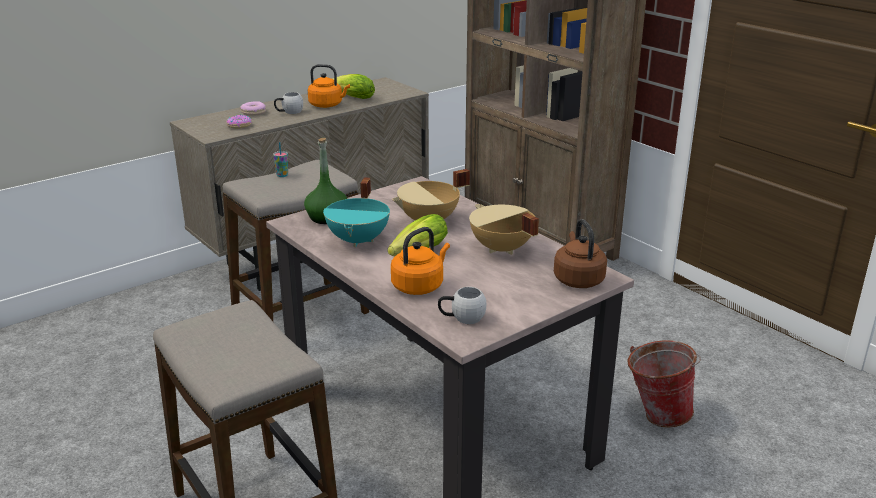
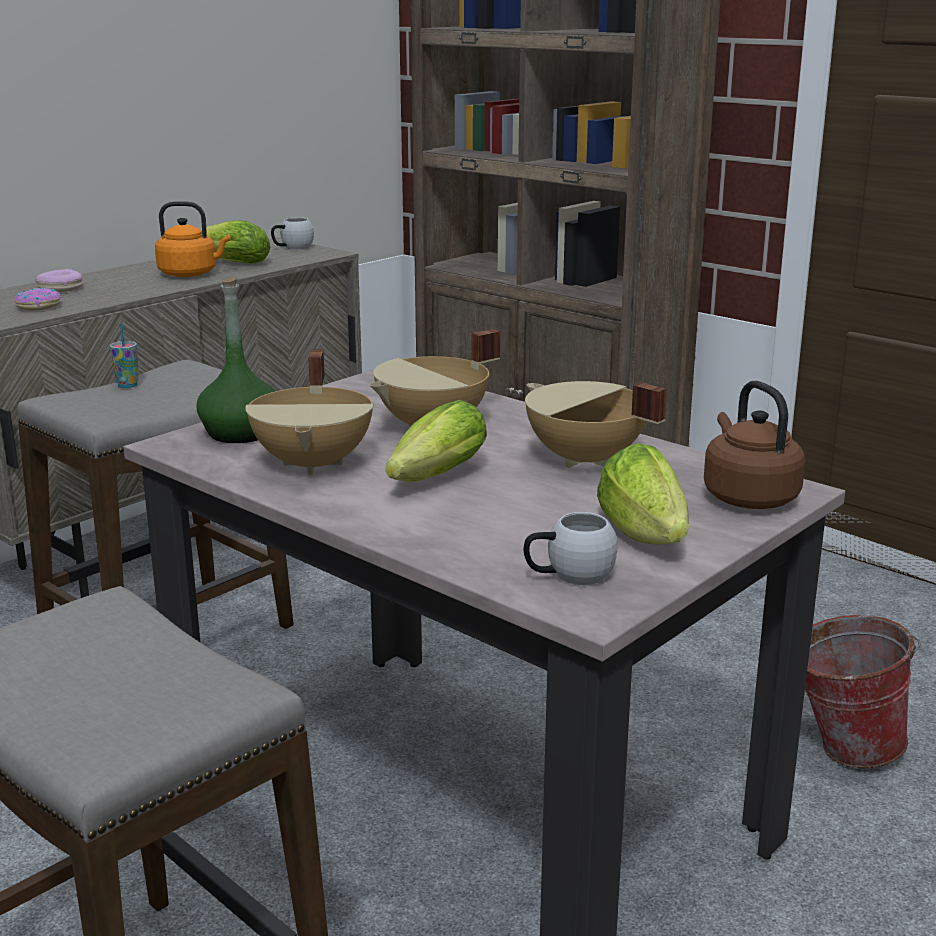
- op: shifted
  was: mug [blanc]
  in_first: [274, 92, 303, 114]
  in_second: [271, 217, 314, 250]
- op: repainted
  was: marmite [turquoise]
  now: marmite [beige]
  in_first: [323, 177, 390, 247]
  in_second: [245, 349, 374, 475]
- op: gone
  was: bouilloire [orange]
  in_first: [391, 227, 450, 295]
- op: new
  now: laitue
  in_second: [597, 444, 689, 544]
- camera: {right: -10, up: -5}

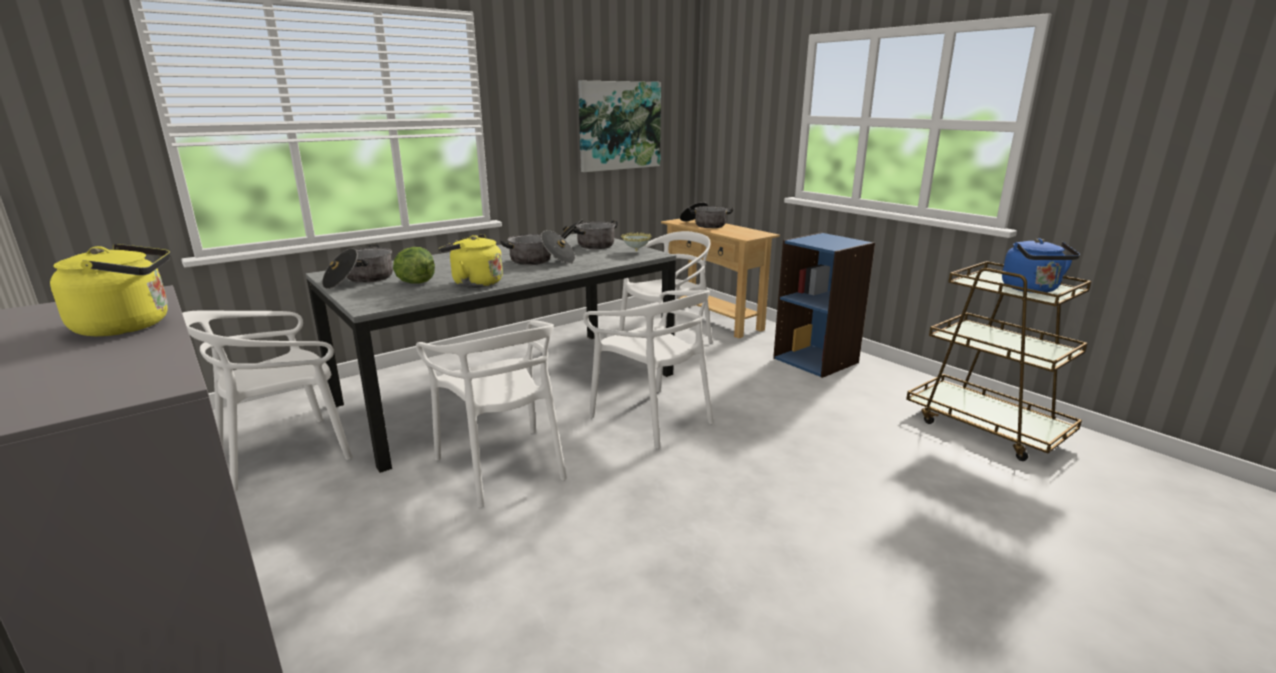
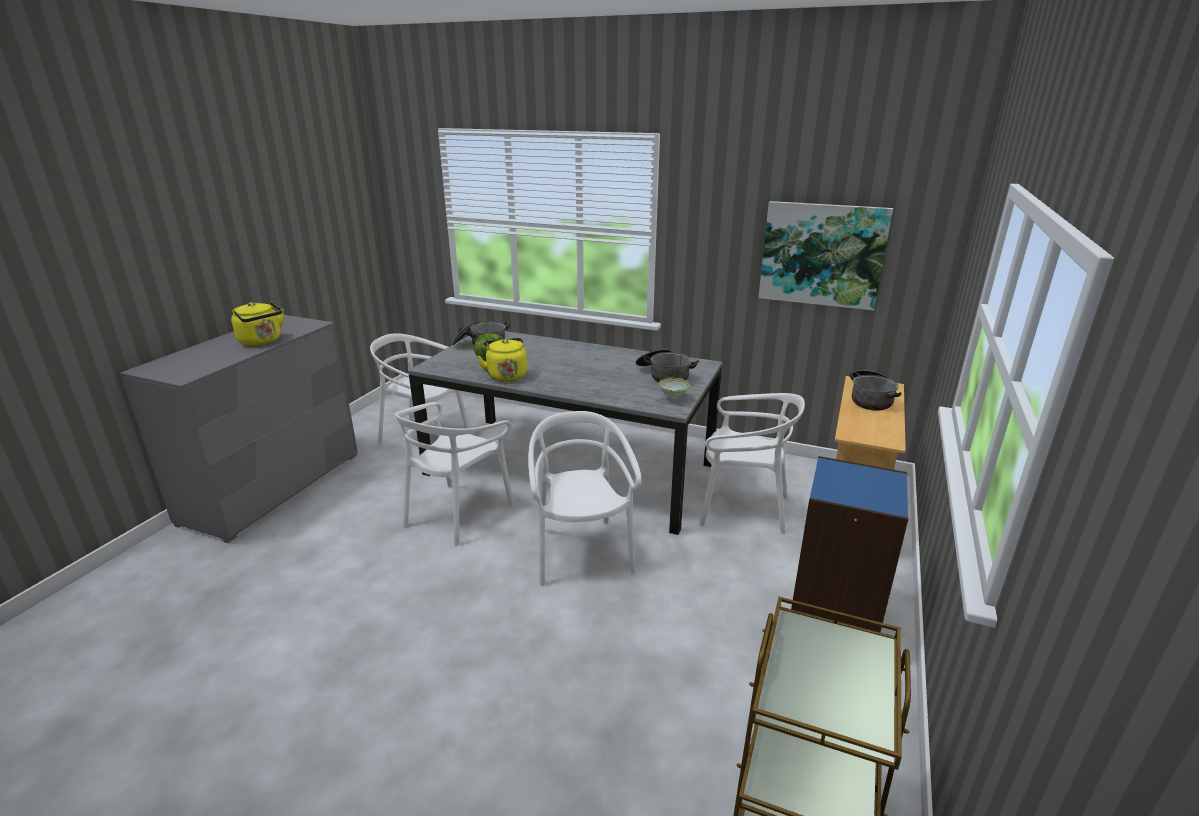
- op: gone
  was: marmite
  in_first: [500, 230, 575, 265]
- op: gone
  was: bouilloire [bleu]
  in_first: [1002, 238, 1080, 293]
- op: rotated
  was: chaise [blanc]
  in_first: [583, 290, 714, 449]
  in_second: [528, 411, 642, 586]
  clockwise: 150
- camera: {right: 60, up: 5}

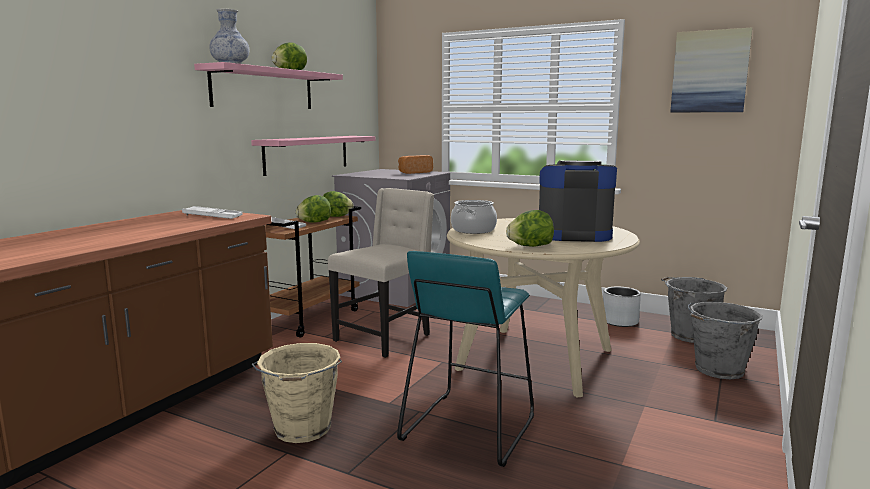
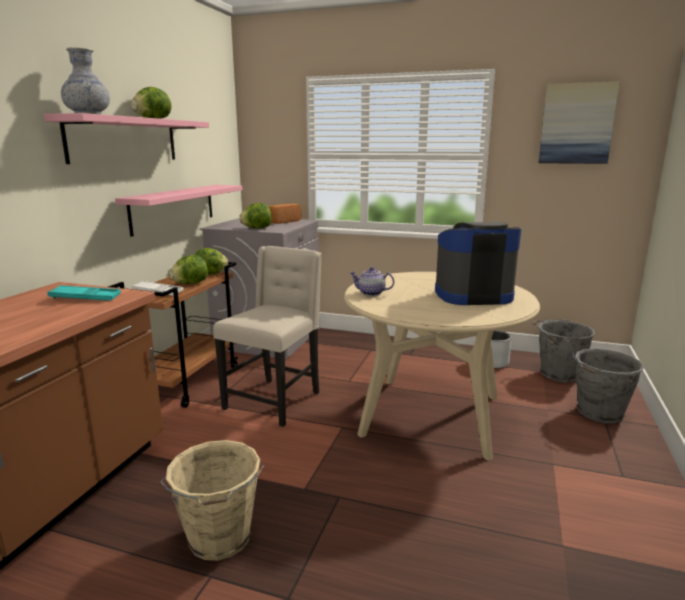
- op: swapped
  was: marmite
  now: théière
  in_first: [451, 200, 497, 234]
  in_second: [350, 267, 394, 296]
- op: repainted
  was: plateau [blanc]
  now: plateau [turquoise]
  in_first: [182, 206, 242, 219]
  in_second: [47, 285, 121, 300]
- op: shifted
  was: laitue
  in_first: [506, 210, 554, 247]
  in_second: [239, 203, 272, 228]
- op: gone
  was: tabouret [turquoise]
  in_first: [397, 251, 534, 467]
- camera: {right: -10, up: 5}

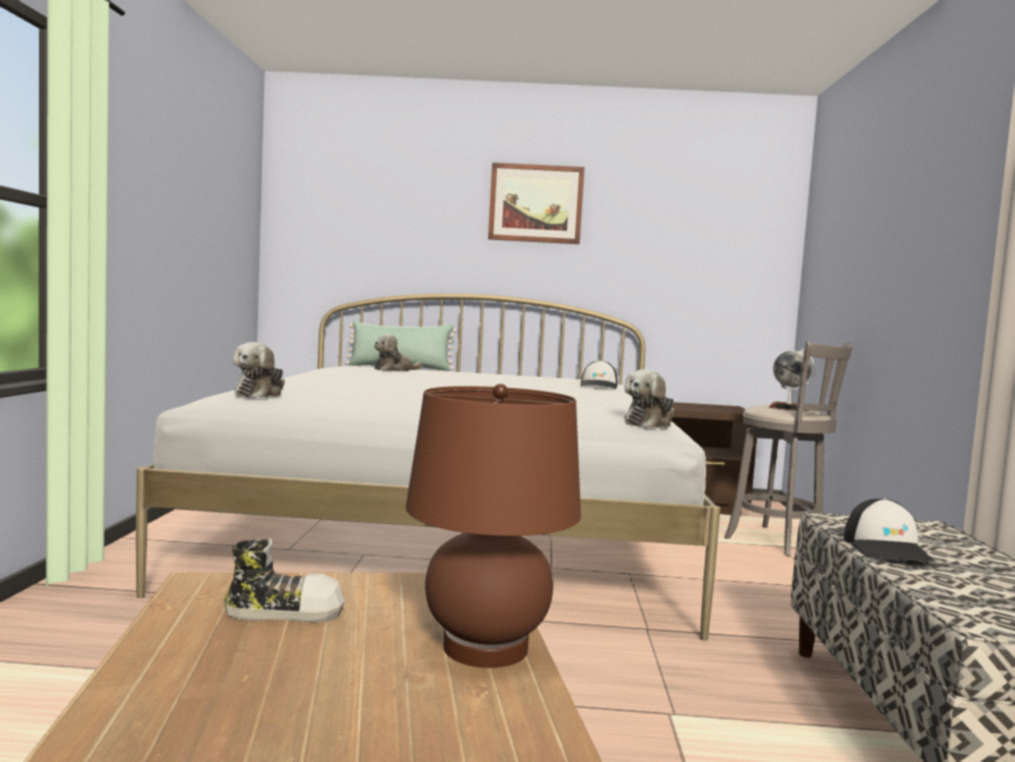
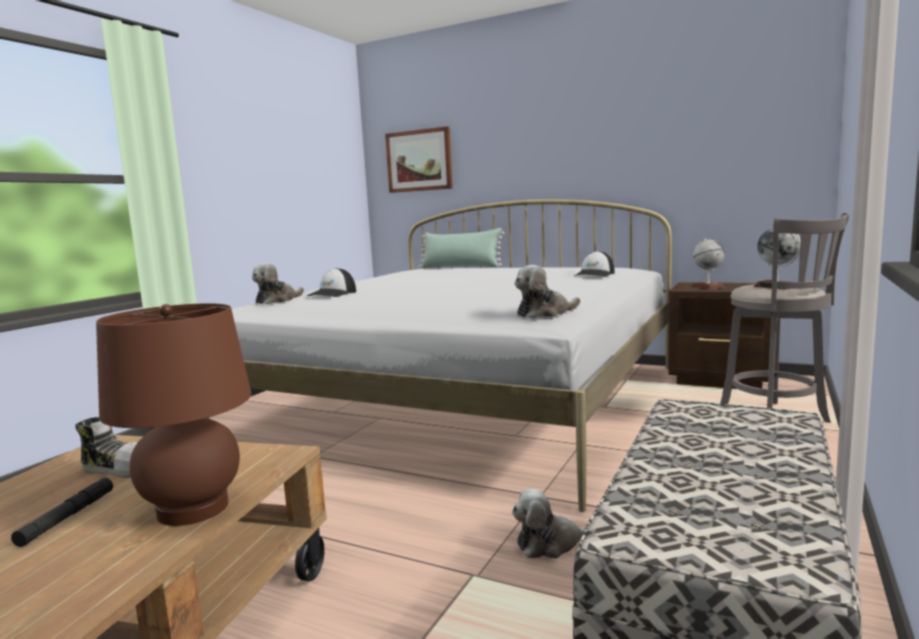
- op: shifted
  was: tableau
  in_first: [488, 163, 585, 244]
  in_second: [385, 126, 453, 193]
- op: shifted
  was: peluche
  in_first: [374, 334, 423, 371]
  in_second: [512, 489, 586, 559]
- op: shifted
  was: casquette
  in_first: [844, 498, 936, 562]
  in_second: [307, 268, 356, 297]
- op: new
  now: globe
  in_second: [691, 238, 725, 290]
- op: new
  now: lampe de poche [noir]
  in_second: [11, 478, 113, 547]
- camera: {right: 25, up: 5}

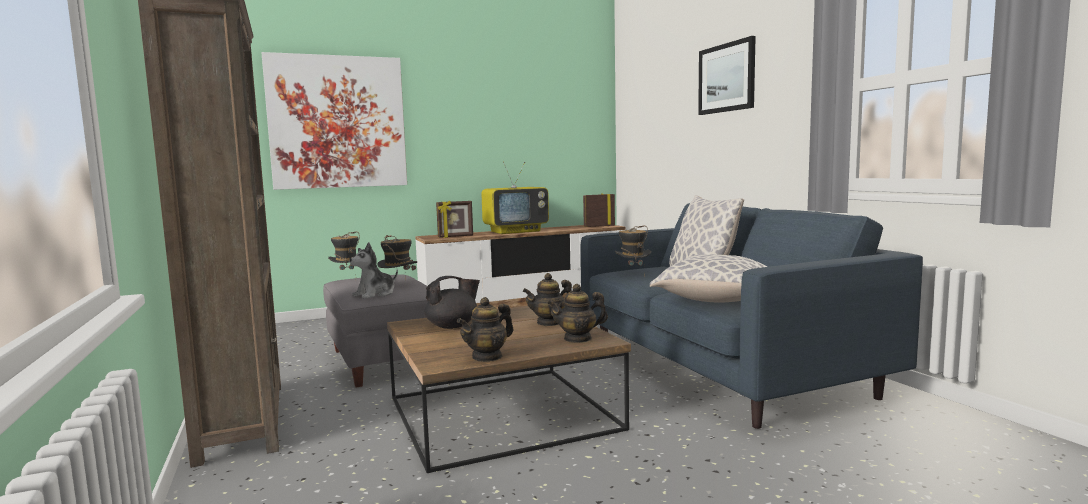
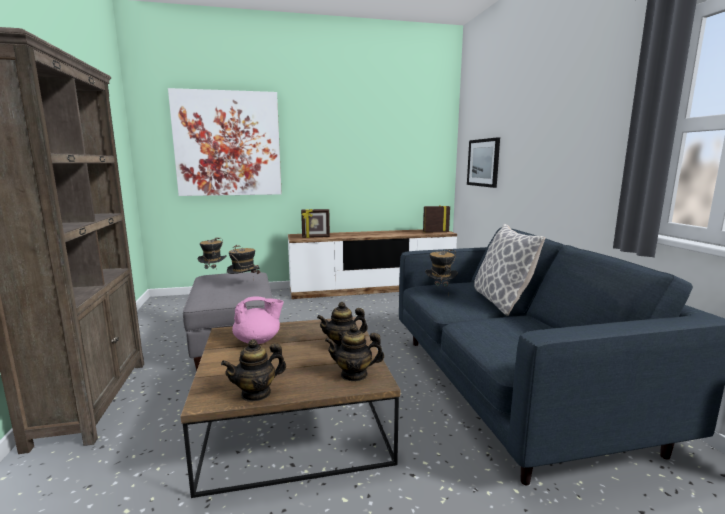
- op: shifted
  was: tableau
  in_first: [698, 36, 756, 115]
  in_second: [467, 137, 500, 188]
- op: gone
  was: téléviseur
  in_first: [481, 161, 549, 234]
- op: gone
  was: peluche
  in_first: [350, 242, 398, 299]
- op: gone
  was: coussin
  in_first: [650, 254, 767, 303]
- op: repainted
  was: théière [noir]
  now: théière [rose]
  in_first: [424, 276, 480, 329]
  in_second: [232, 296, 284, 344]
- camera: {right: 10, up: 5}

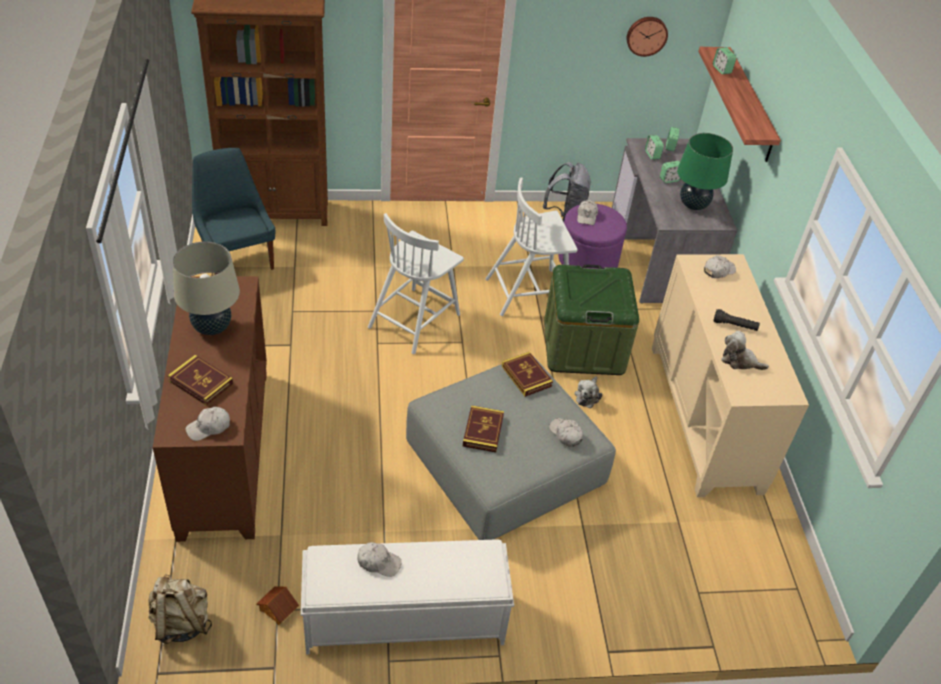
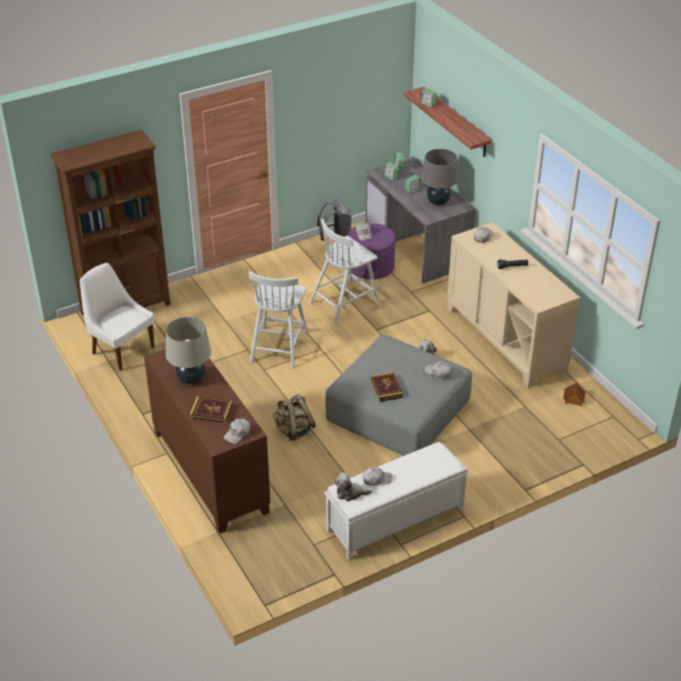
- op: gone
  was: horloge murale
  in_first: [627, 17, 668, 57]
- op: repainted
  was: lampe de table [vert]
  now: lampe de table [gris]
  in_first: [677, 133, 733, 210]
  in_second: [421, 149, 458, 205]
- op: repainted
  was: chaise [bleu]
  now: chaise [blanc]
  in_first: [192, 148, 275, 275]
  in_second: [80, 263, 154, 371]
- op: gone
  was: boîte de rangement [vert]
  in_first: [544, 264, 639, 375]
- op: shifted
  was: peluche
  in_first: [721, 331, 769, 370]
  in_second: [335, 473, 372, 502]
- op: gone
  was: livre
  in_first: [502, 352, 553, 397]
- op: shifted
  was: sac à dos [beige]
  in_first: [148, 574, 212, 644]
  in_second: [273, 393, 316, 441]
- op: shifted
  was: maison miniature
  in_first: [257, 586, 299, 625]
  in_second: [563, 383, 586, 406]
- camera: {right: -20, up: -5}

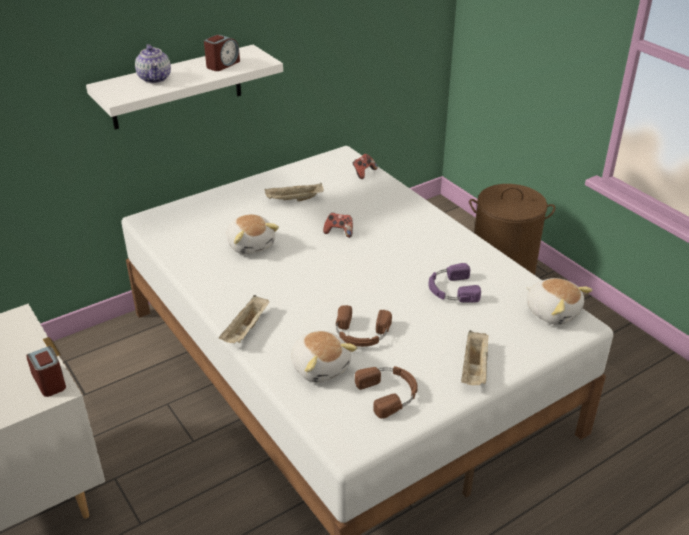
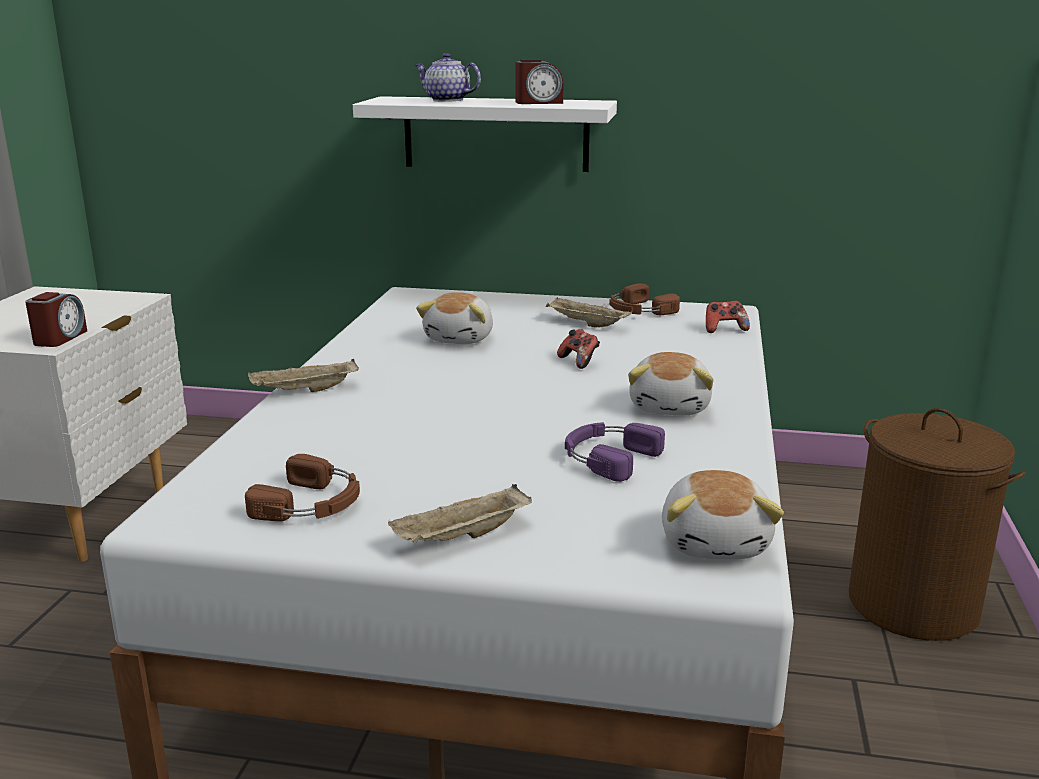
- op: rotated
  was: théière
  in_first: [135, 44, 171, 83]
  in_second: [415, 53, 481, 102]
  clockwise: 90
- op: shifted
  was: casque audio [marron]
  in_first: [336, 305, 392, 347]
  in_second: [609, 283, 680, 315]
- op: shifted
  was: peluche
  in_first: [291, 331, 357, 383]
  in_second: [628, 352, 714, 416]
- camera: {right: 45, up: -15}

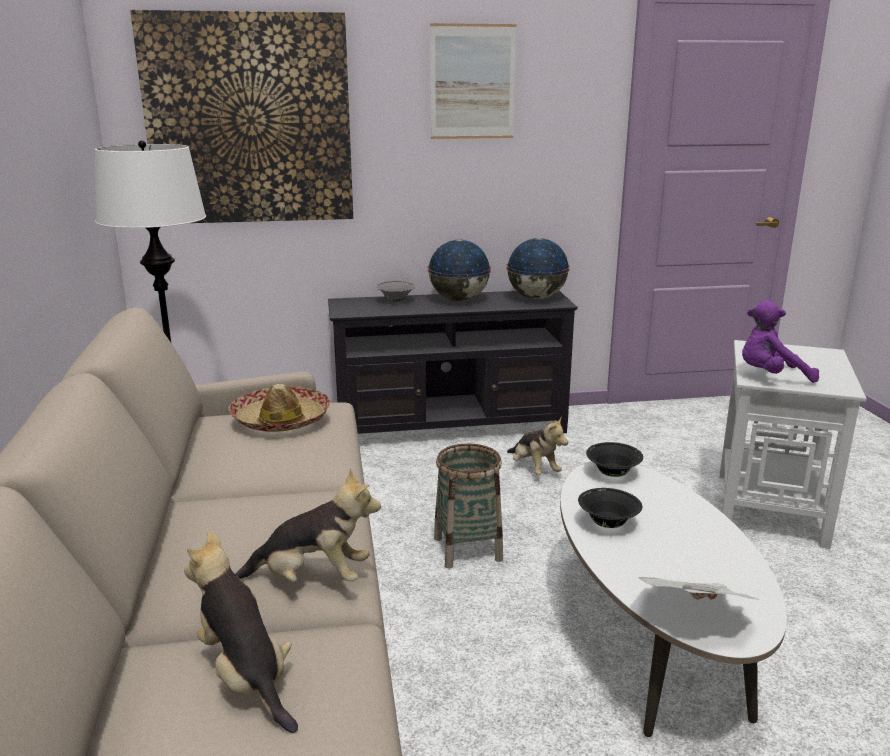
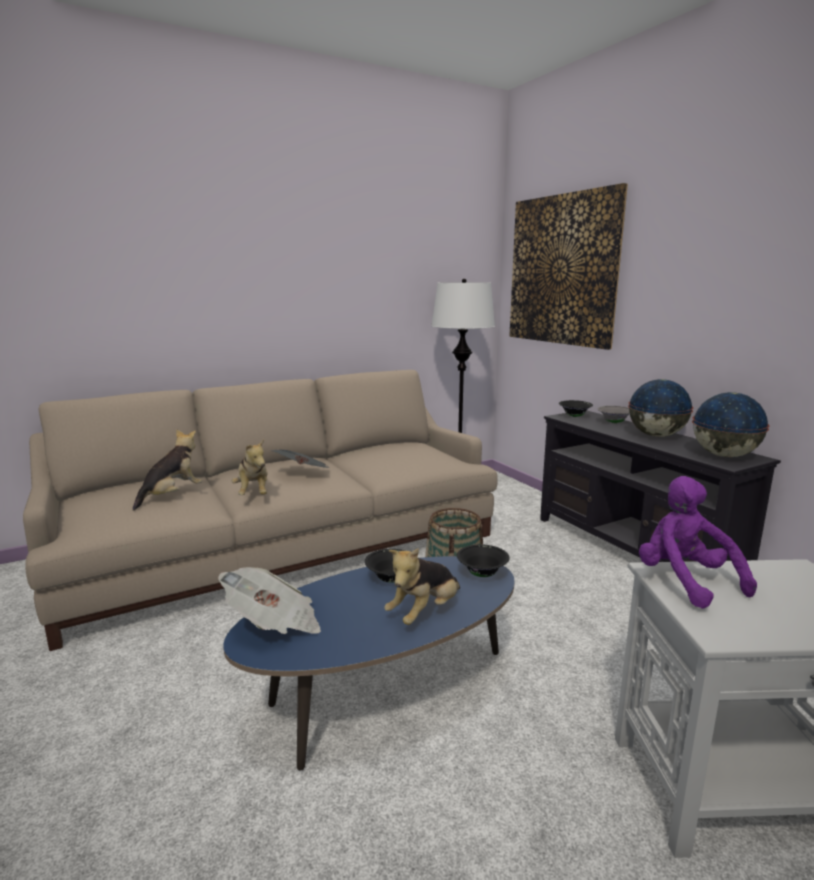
- op: gone
  was: tableau
  in_first: [430, 23, 517, 139]
- op: gone
  was: chapeau
  in_first: [228, 384, 330, 432]
- op: shifted
  was: peluche
  in_first: [507, 418, 568, 475]
  in_second: [384, 548, 460, 625]
- op: repainted
  was: table basse [blanc]
  now: table basse [bleu]
  in_first: [560, 461, 787, 737]
  in_second: [223, 556, 515, 771]
- op: new
  now: bol [noir]
  in_second: [559, 400, 593, 417]
- op: new
  now: journal
  in_second: [271, 450, 329, 468]
- camera: {right: 70, up: -5}

